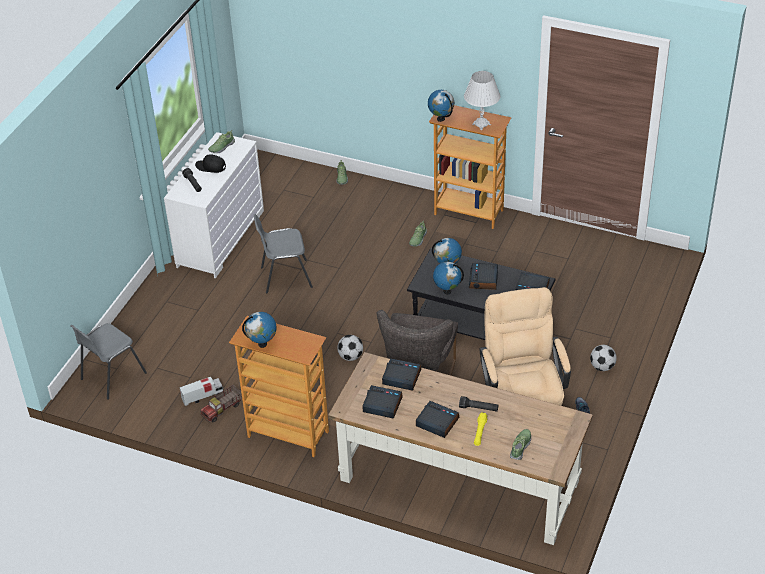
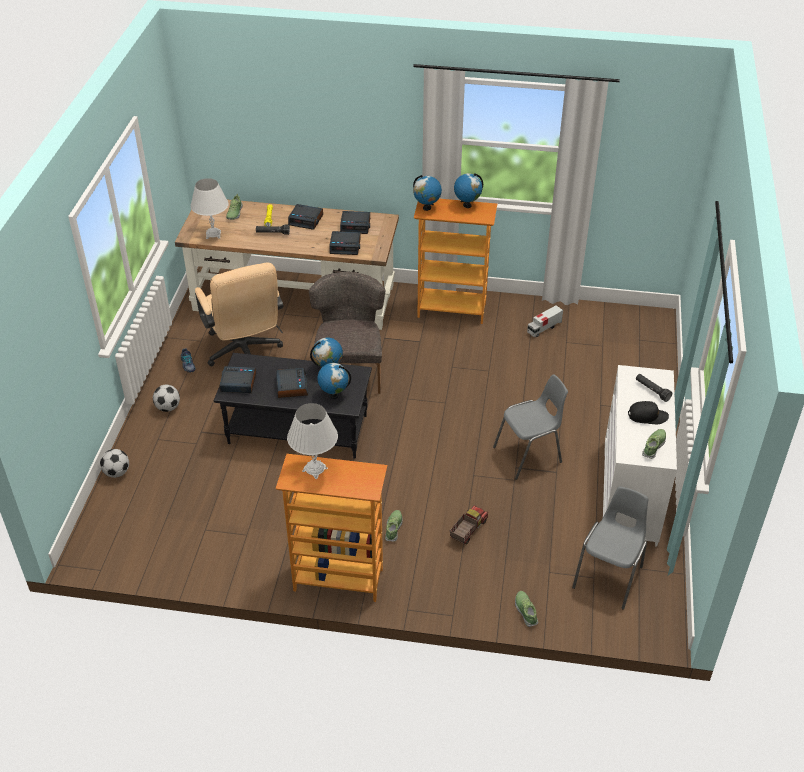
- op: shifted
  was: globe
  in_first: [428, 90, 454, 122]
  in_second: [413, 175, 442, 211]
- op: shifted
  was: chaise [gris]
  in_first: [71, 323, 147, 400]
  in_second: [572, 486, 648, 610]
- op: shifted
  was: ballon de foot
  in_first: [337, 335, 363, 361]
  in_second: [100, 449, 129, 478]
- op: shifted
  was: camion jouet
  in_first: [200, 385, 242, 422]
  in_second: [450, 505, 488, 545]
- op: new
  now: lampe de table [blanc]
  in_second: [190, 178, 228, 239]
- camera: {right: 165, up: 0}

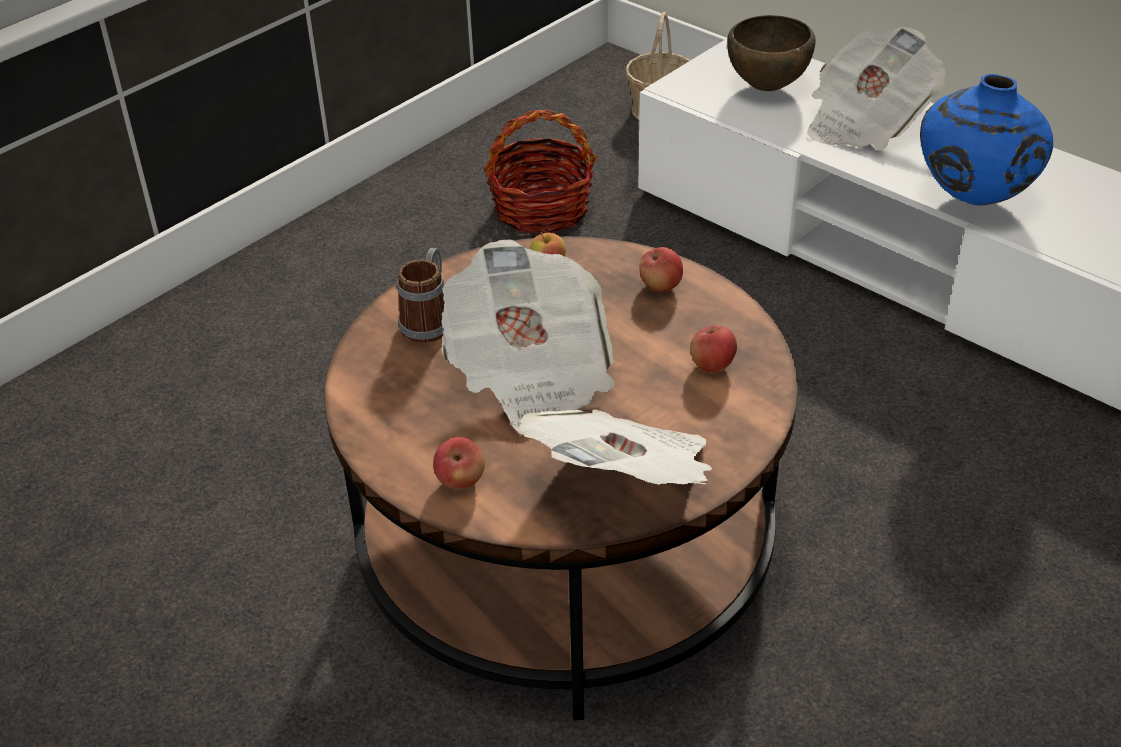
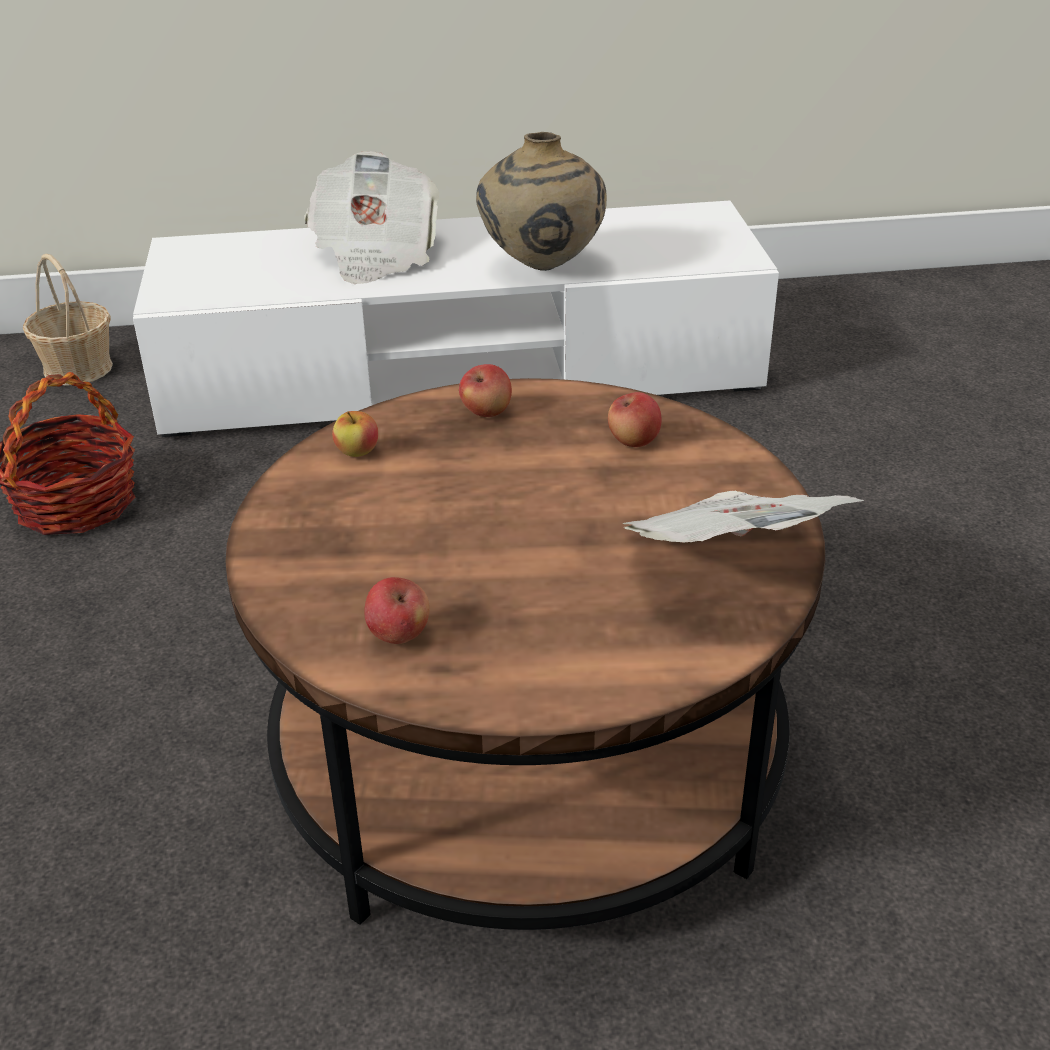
- op: gone
  was: bol [marron]
  in_first: [727, 15, 816, 91]
- op: repainted
  was: vase [bleu]
  now: vase [beige]
  in_first: [920, 74, 1053, 205]
  in_second: [476, 132, 607, 271]
- op: gone
  was: journal
  in_first: [441, 240, 615, 435]
- op: gone
  was: mug
  in_first: [397, 248, 445, 343]
- op: shifted
  was: pomme
  in_first: [433, 437, 485, 489]
  in_second: [364, 577, 430, 644]
- camera: {right: -50, up: -5}

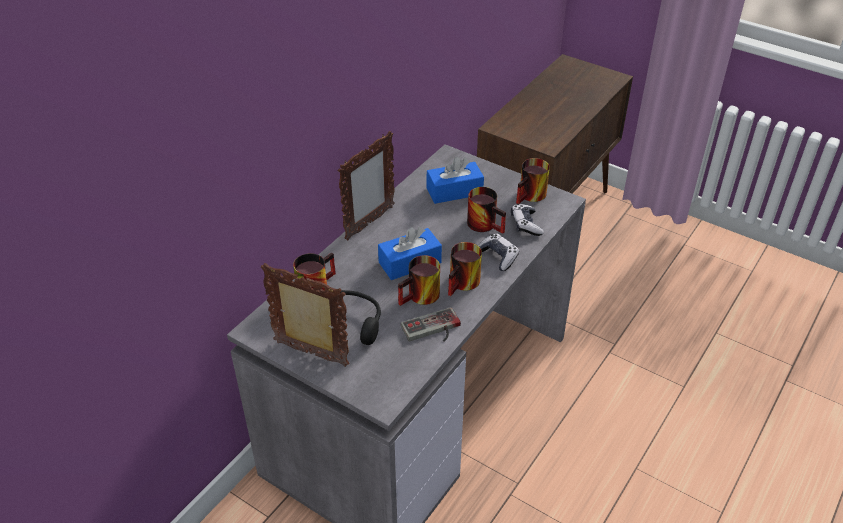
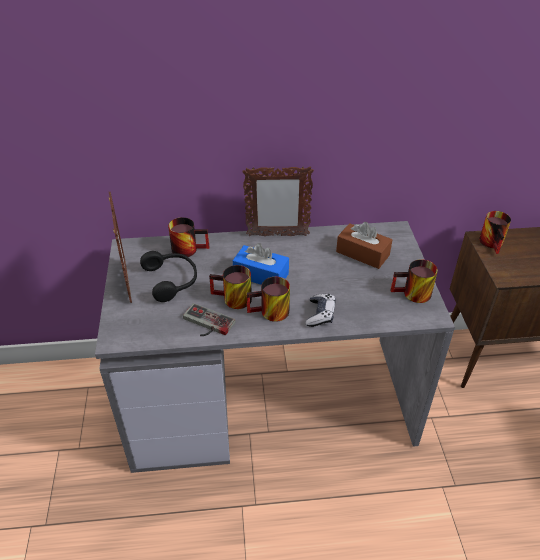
- op: repainted
  was: boîte à mouchoirs [bleu]
  now: boîte à mouchoirs [marron]
  in_first: [427, 157, 484, 204]
  in_second: [336, 222, 392, 269]
- op: shifted
  was: mug
  in_first: [467, 187, 506, 234]
  in_second: [479, 211, 511, 254]
- op: gone
  was: manette
  in_first: [511, 204, 544, 236]
- camera: {right: 50, up: 0}

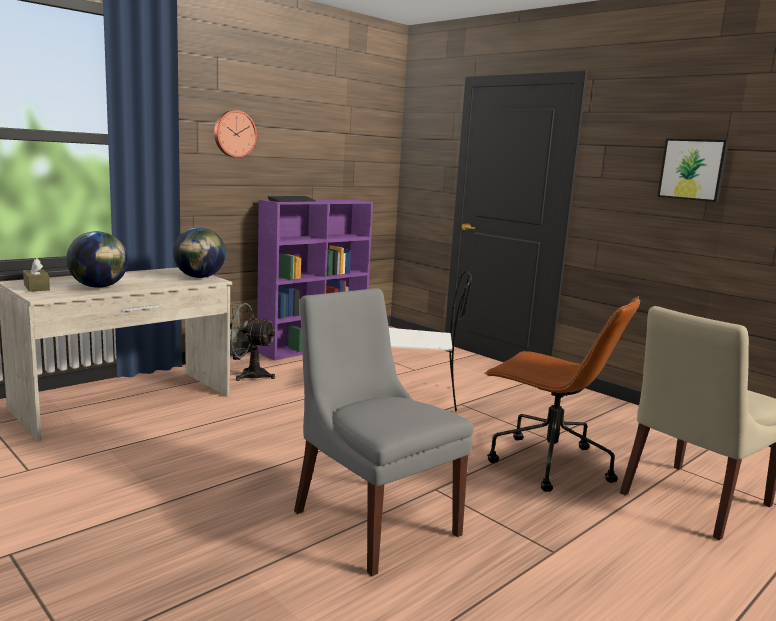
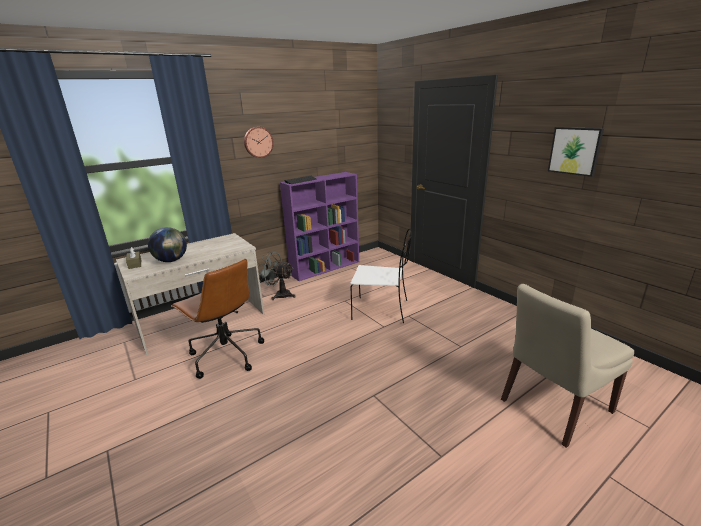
- op: gone
  was: globe
  in_first: [173, 227, 226, 278]
- op: gone
  was: chaise [gris]
  in_first: [294, 288, 474, 576]
- op: shifted
  was: chaise de bureau [marron]
  in_first: [484, 297, 640, 492]
  in_second: [171, 259, 264, 379]
- camera: {right: 10, up: 10}

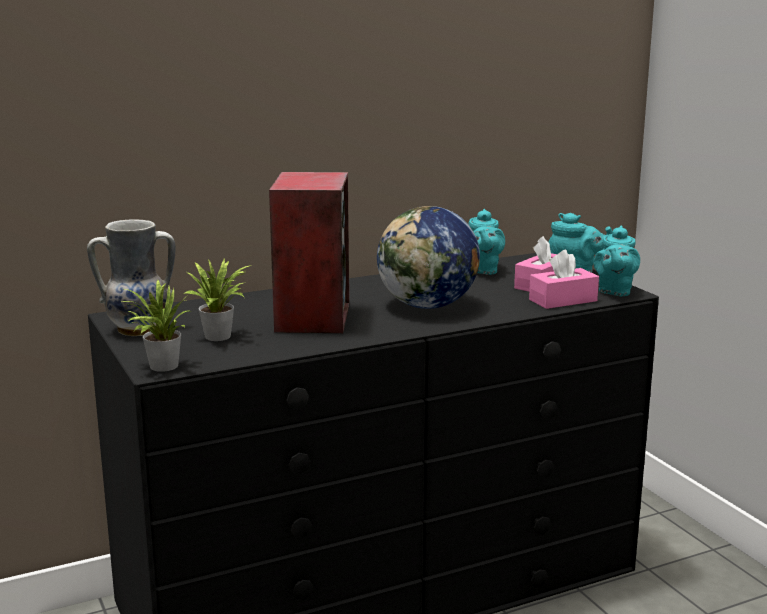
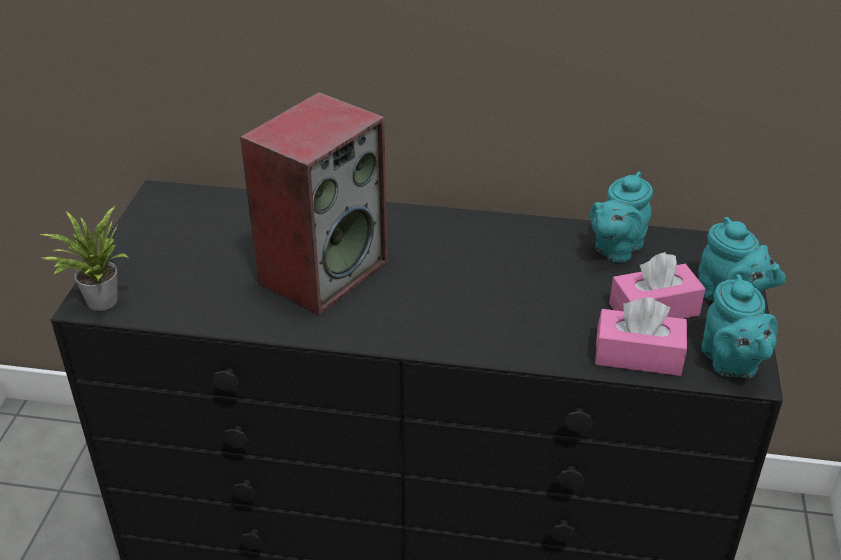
- op: gone
  was: globe
  in_first: [377, 206, 480, 309]
- op: gone
  was: vase
  in_first: [87, 219, 175, 336]
- op: rotated
  was: théière [turquoise]
  in_first: [593, 226, 640, 296]
  in_second: [701, 274, 777, 378]
  clockwise: -60
- op: gone
  was: plante en pot
  in_first: [185, 259, 251, 341]
- camera: {right: 35, up: 20}

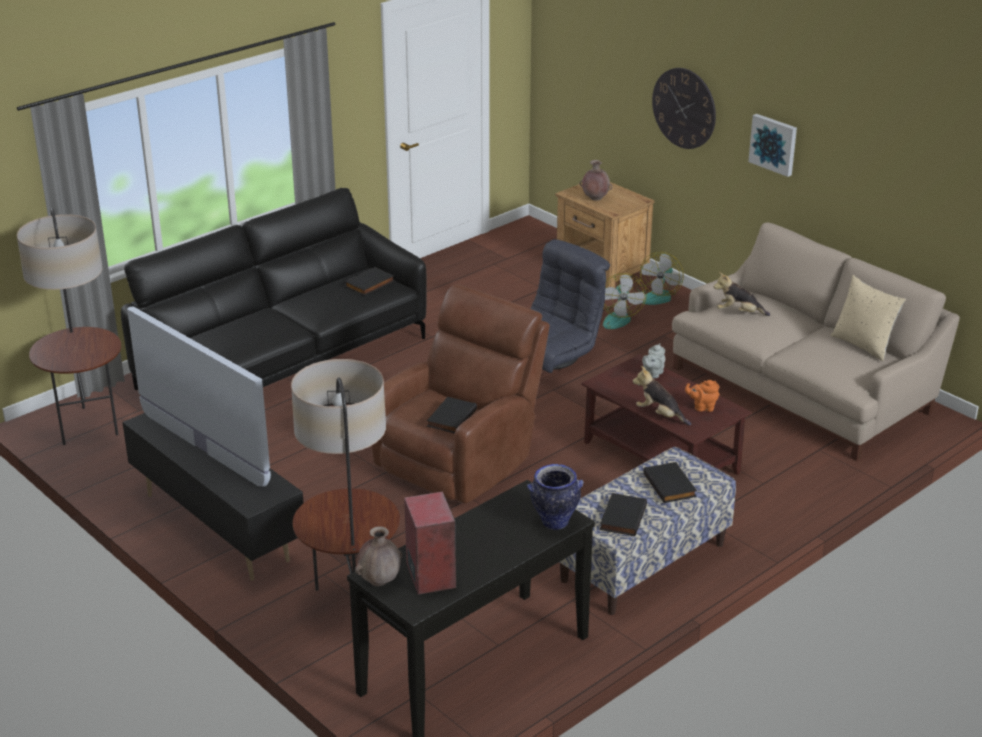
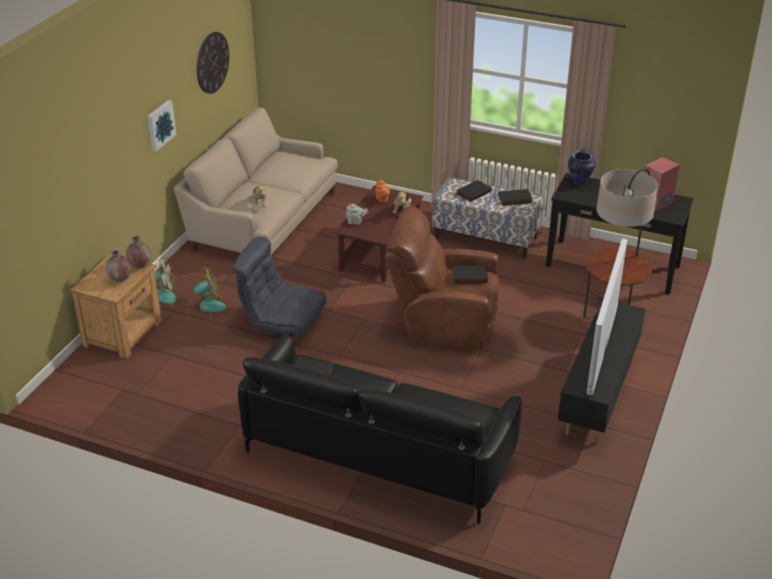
- op: shifted
  was: horloge murale
  in_first: [652, 68, 716, 149]
  in_second: [197, 32, 229, 94]
- op: gone
  was: lampadaire
  in_first: [17, 208, 121, 445]
- op: gone
  was: coussin [beige]
  in_first: [831, 275, 906, 361]
- op: shifted
  was: vase [marron]
  in_first: [355, 526, 402, 586]
  in_second: [126, 234, 151, 269]
- camera: {right: -115, up: 5}

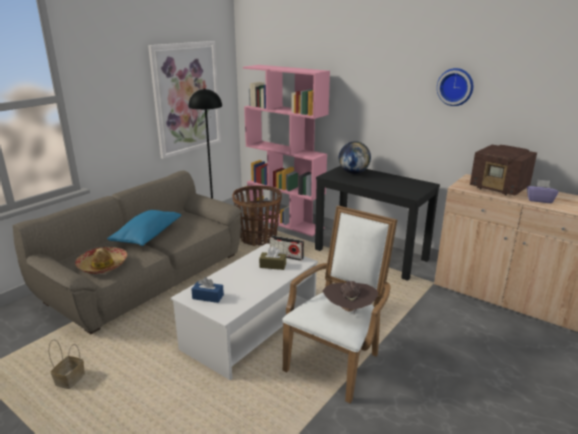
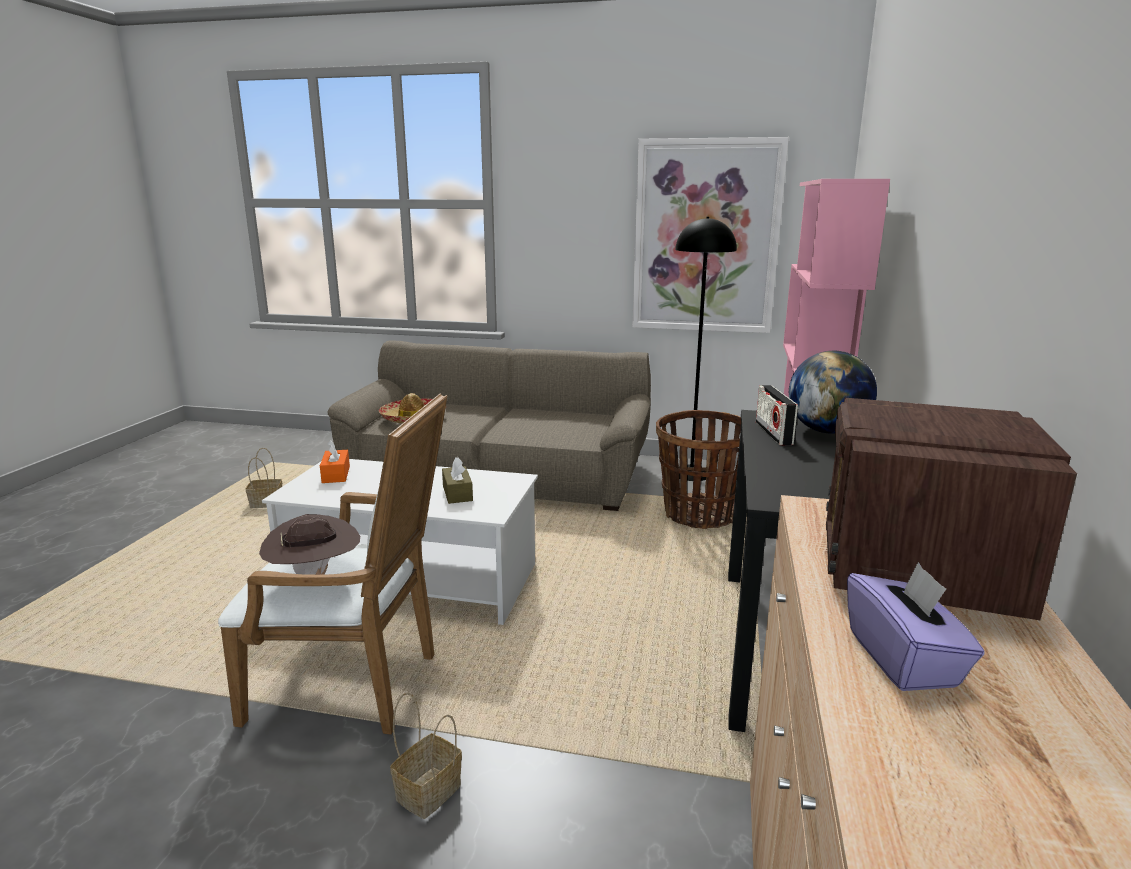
- op: gone
  was: horloge murale
  in_first: [437, 68, 473, 106]
- op: gone
  was: coussin [bleu]
  in_first: [107, 210, 181, 246]
- op: shifted
  was: radio
  in_first: [270, 235, 304, 261]
  in_second: [756, 385, 798, 445]
- op: repainted
  was: boîte à mouchoirs [bleu]
  now: boîte à mouchoirs [orange]
  in_first: [191, 277, 224, 303]
  in_second: [320, 440, 350, 483]
- op: new
  now: panier
  in_second: [390, 692, 462, 819]
- camera: {right: 65, up: -5}

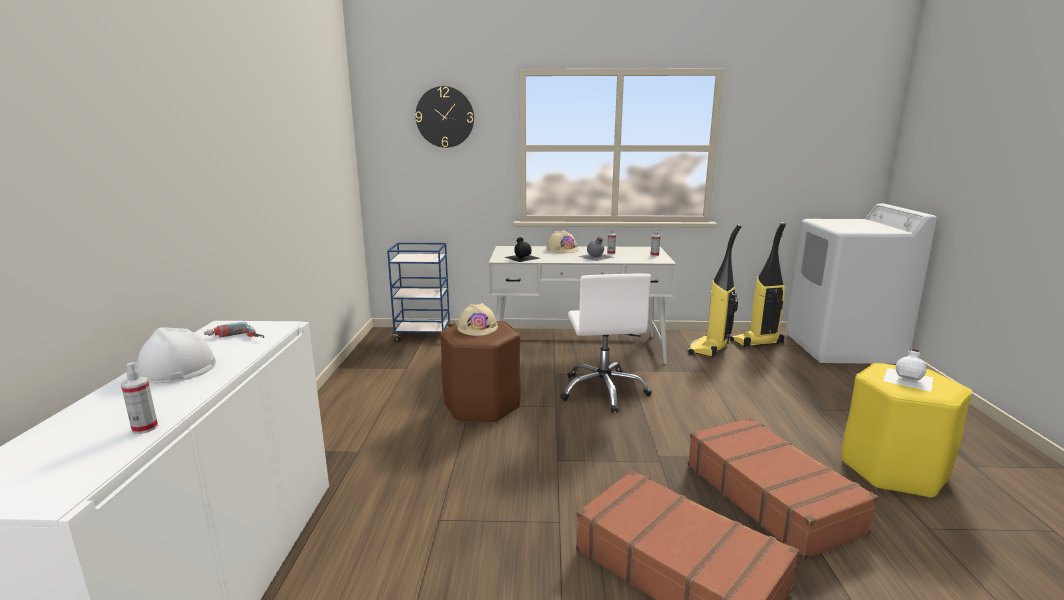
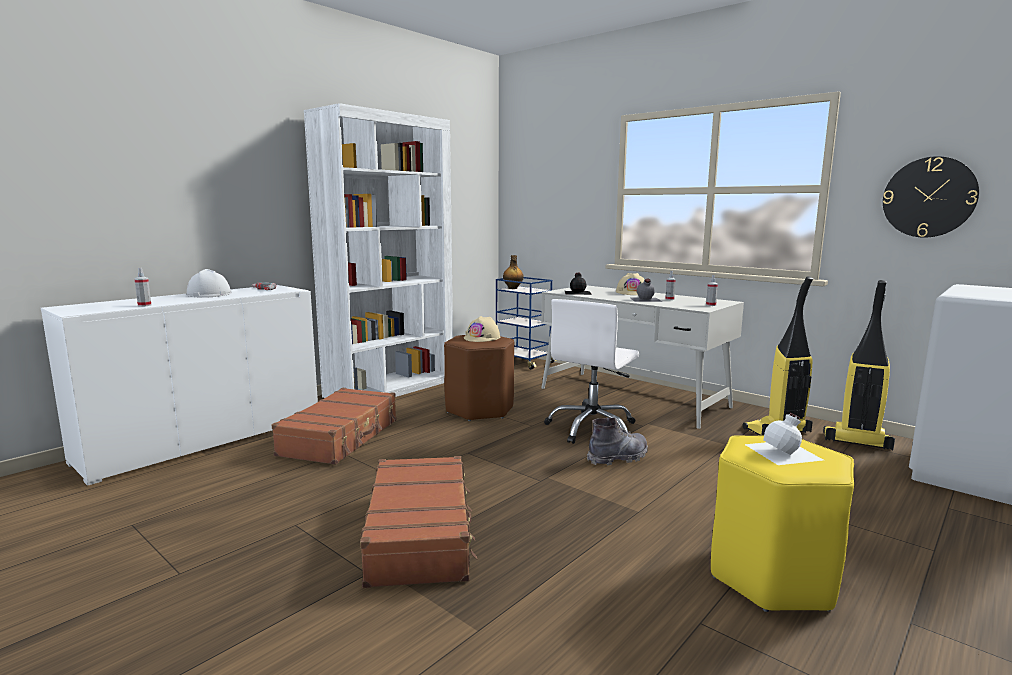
- op: shifted
  was: horloge murale
  in_first: [415, 86, 474, 148]
  in_second: [883, 156, 979, 238]
- op: shifted
  was: valise [marron]
  in_first: [688, 417, 878, 560]
  in_second: [272, 388, 397, 465]
- op: new
  now: bibliothèque [blanc]
  in_second: [304, 103, 453, 398]
- op: new
  now: bouteille
  in_second: [503, 255, 524, 289]
- op: new
  now: botte [gris]
  in_second: [587, 417, 648, 466]
- camera: {right: 40, up: -5}

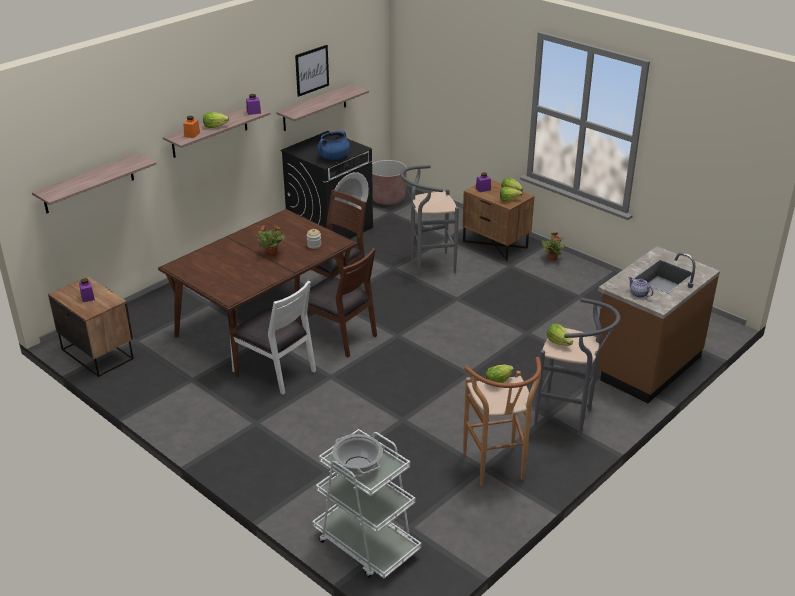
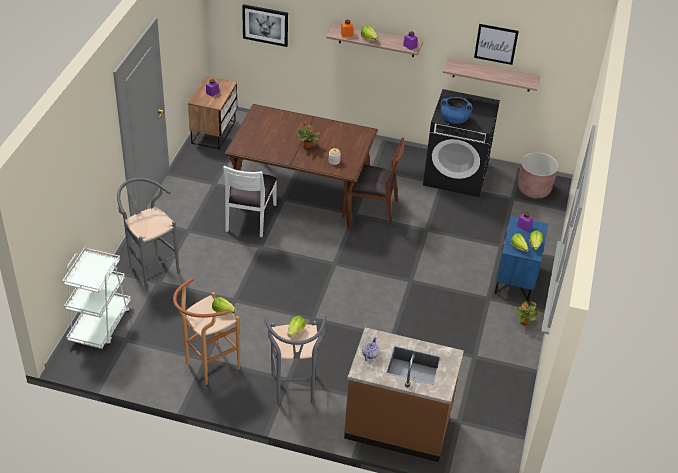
- op: swapped
  was: étagère
  now: tableau
  in_first: [32, 153, 156, 213]
  in_second: [242, 4, 288, 47]
- op: shifted
  was: tabouret [gris]
  in_first: [400, 165, 459, 275]
  in_second: [117, 178, 179, 290]
- op: repainted
  was: table de chevet [marron]
  now: table de chevet [bleu]
  in_first: [462, 180, 534, 261]
  in_second: [494, 216, 548, 301]
- op: gone
  was: chaise [marron]
  in_first: [297, 248, 377, 357]
- op: gone
  was: marmite
  in_first: [332, 434, 383, 475]
- camera: {right: 60, up: 10}

